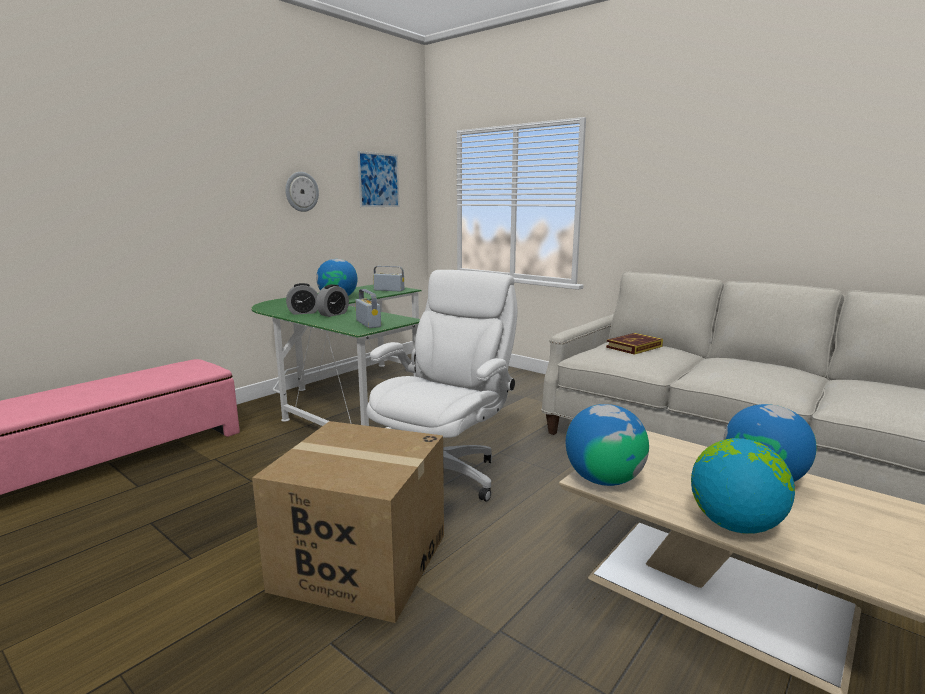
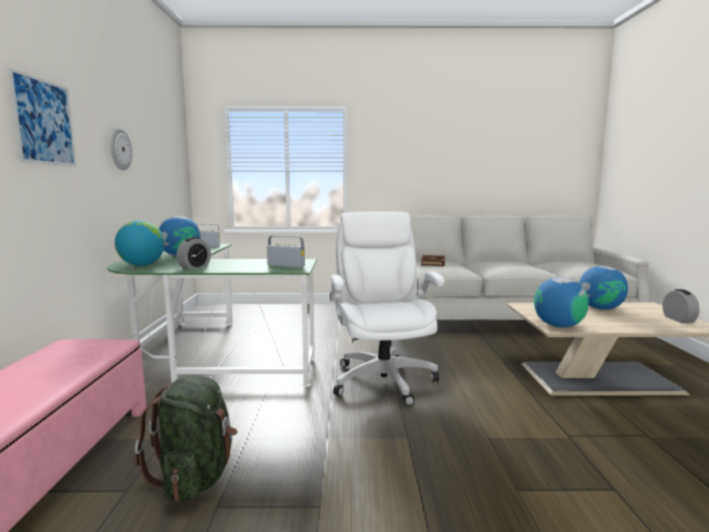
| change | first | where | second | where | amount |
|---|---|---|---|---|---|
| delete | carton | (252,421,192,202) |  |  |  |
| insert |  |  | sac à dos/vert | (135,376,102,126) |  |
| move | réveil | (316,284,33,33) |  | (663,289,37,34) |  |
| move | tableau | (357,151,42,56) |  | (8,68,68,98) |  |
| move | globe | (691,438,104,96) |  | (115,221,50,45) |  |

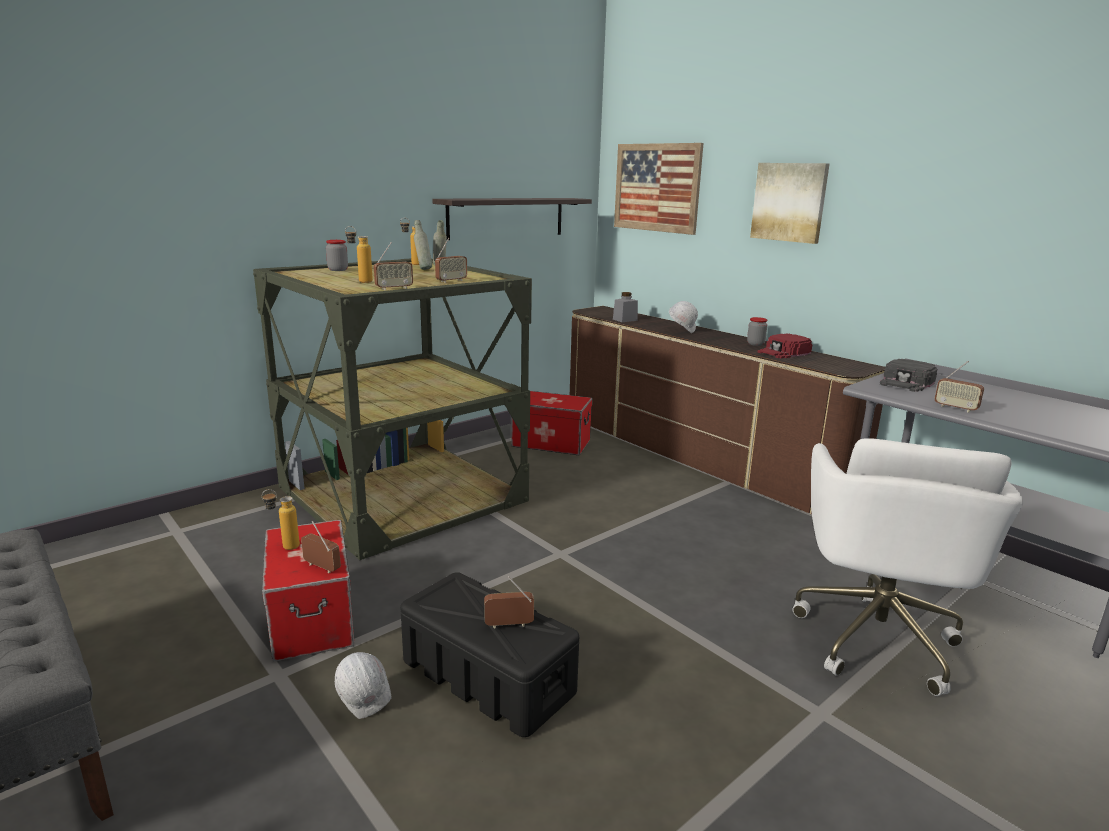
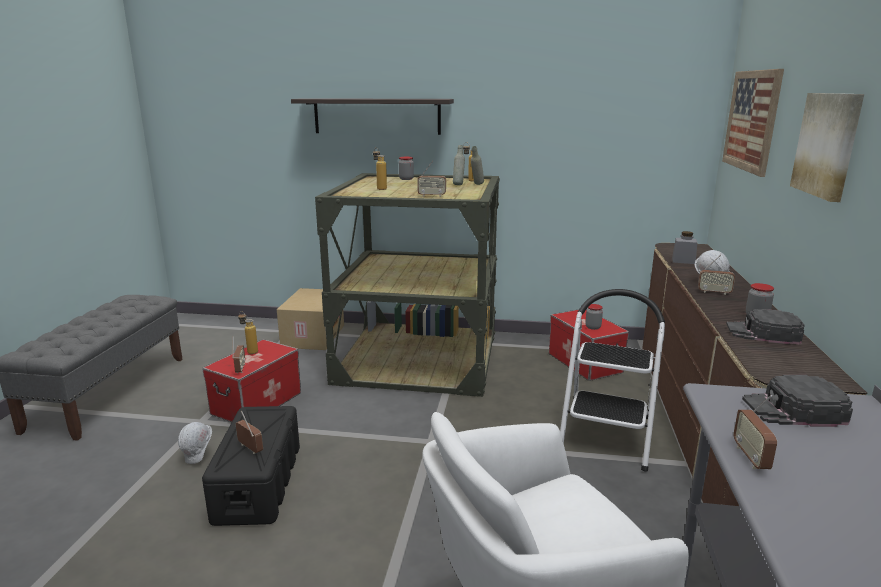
| change | first | where | second | where | amount |
|---|---|---|---|---|---|
| insert |  |  | carton | (277,288,67,62) |  |
| insert |  |  | escabeau | (560,289,105,182) |  |
| insert |  |  | bocal | (585,304,18,26) |  |
| move | radio | (374,242,39,48) |  | (698,255,37,40) |  |
| move | étagère | (432,198,160,42) |  | (291,98,163,37) |  |
| recolor | casquette/rouge | (758,333,54,25) | casquette/noir | (726,309,79,35) |  |

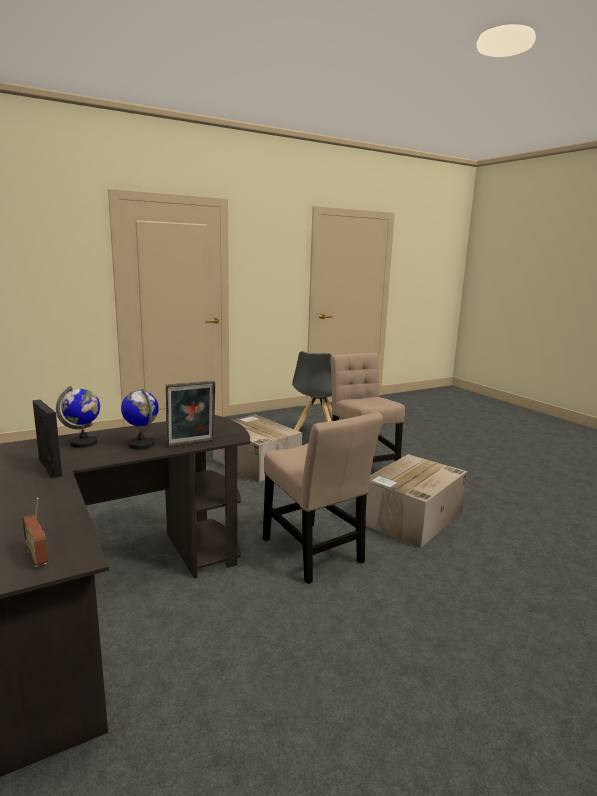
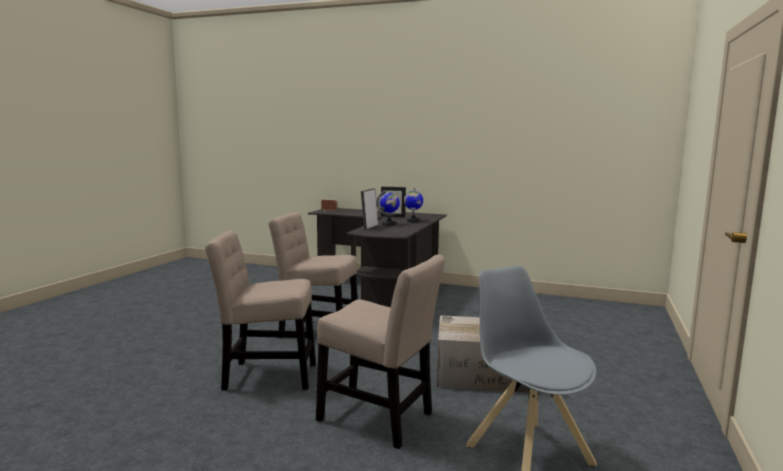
| change | first | where | second | where | amount |
|---|---|---|---|---|---|
| replace | carton | (365,454,102,94) | chaise/beige | (205,230,111,160) |  |

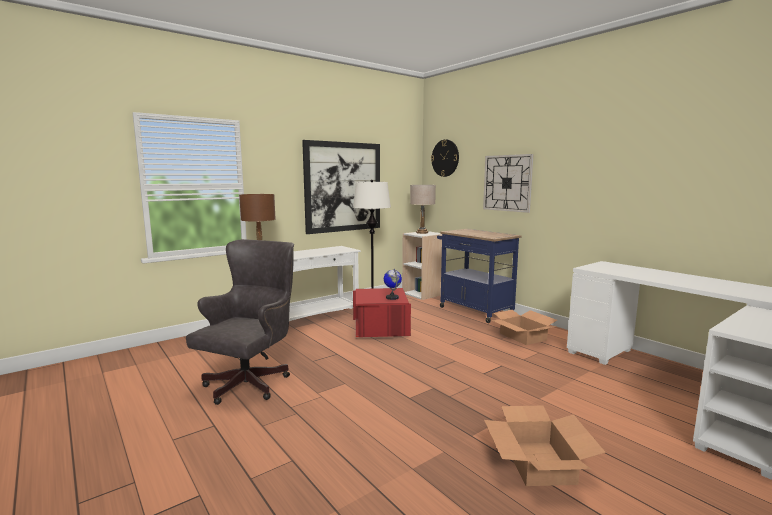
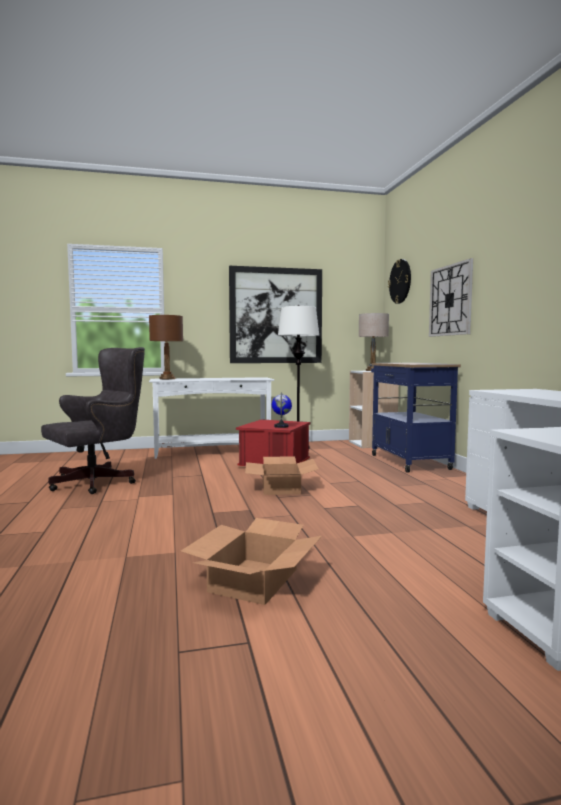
| change | first | where | second | where | amount |
|---|---|---|---|---|---|
| move | carton | (491,310,66,35) |  | (245,456,74,39) |  |

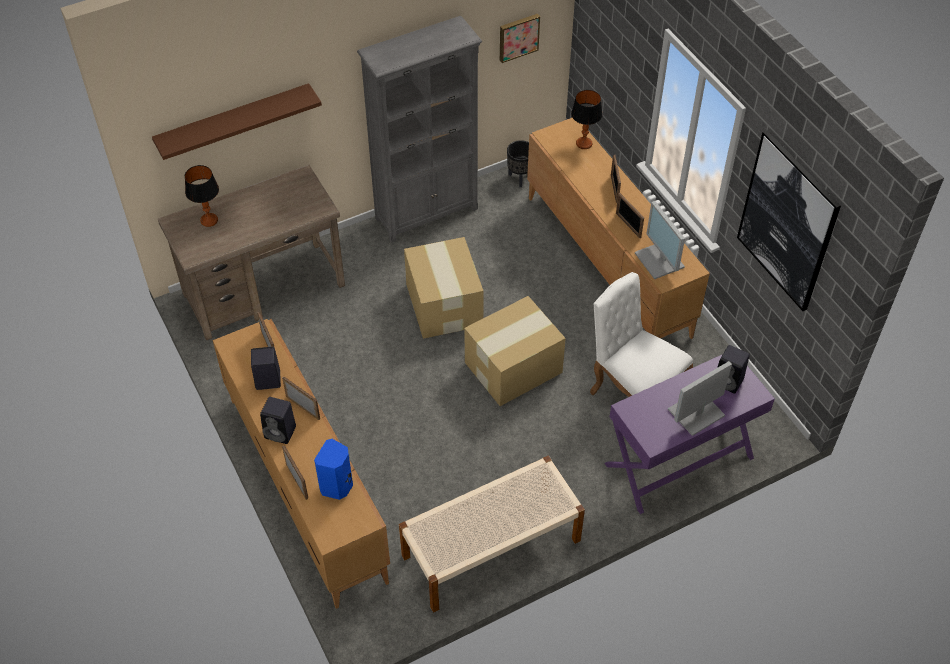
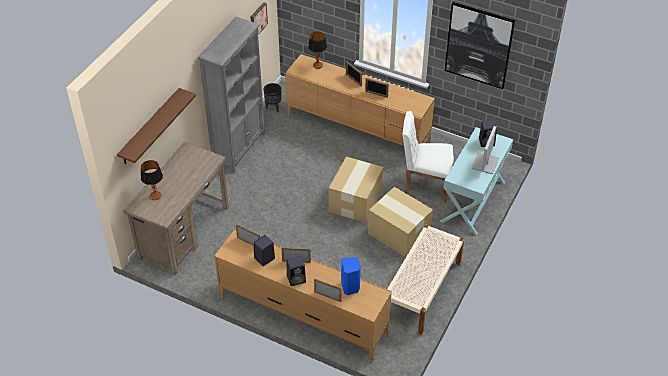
| change | first | where | second | where | amount |
|---|---|---|---|---|---|
| delete | écran d'ordinateur | (635,201,50,78) |  |  |  |
| move | carton | (404,237,80,102) |  | (368,187,65,70) |  |
| recolor | bureau/violet | (604,354,171,160) | bureau/turquoise | (440,127,73,108) |  |

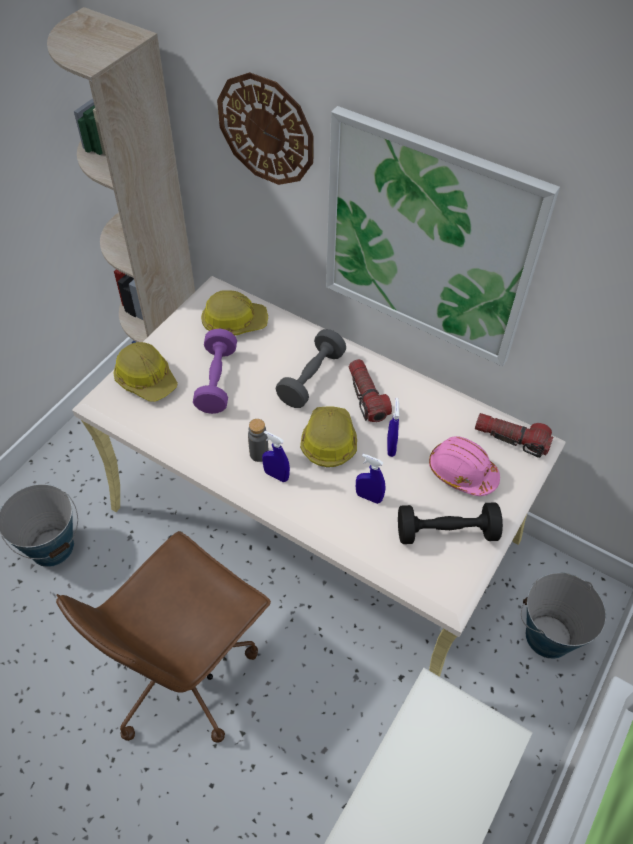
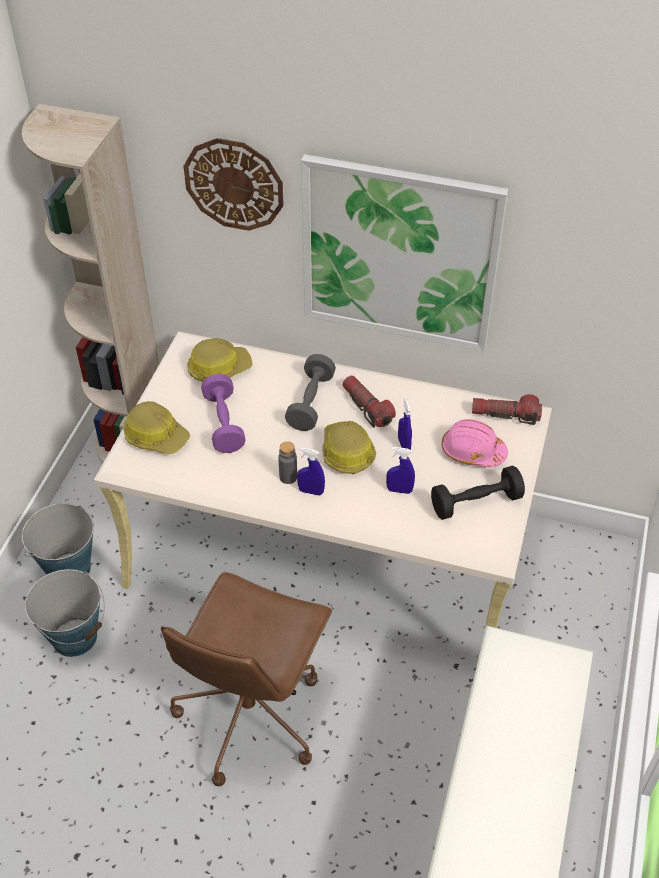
| change | first | where | second | where | amount |
|---|---|---|---|---|---|
| move | seau | (521,572,85,87) |  | (22,503,72,72) |  |

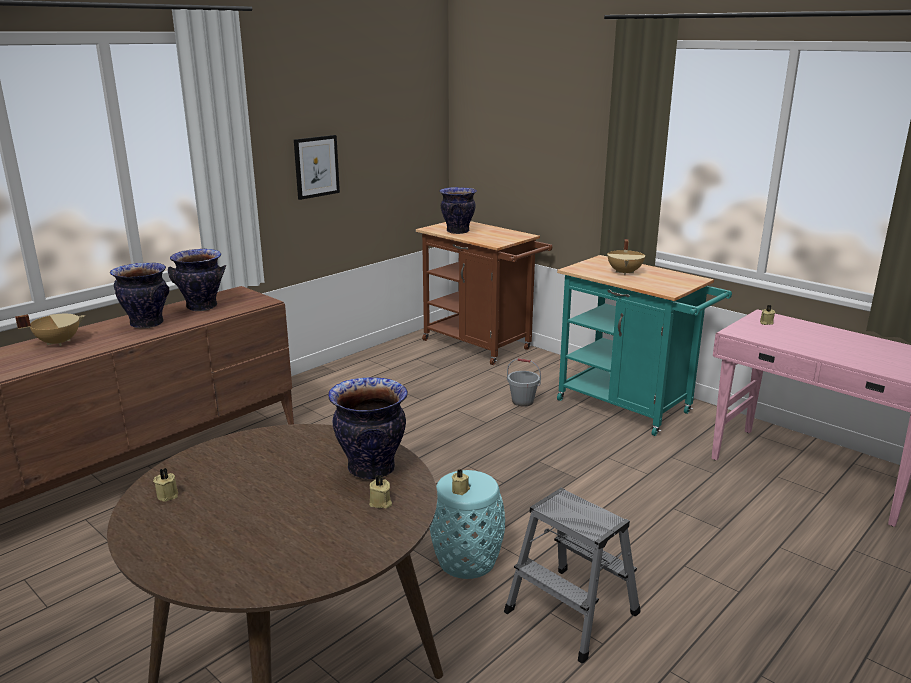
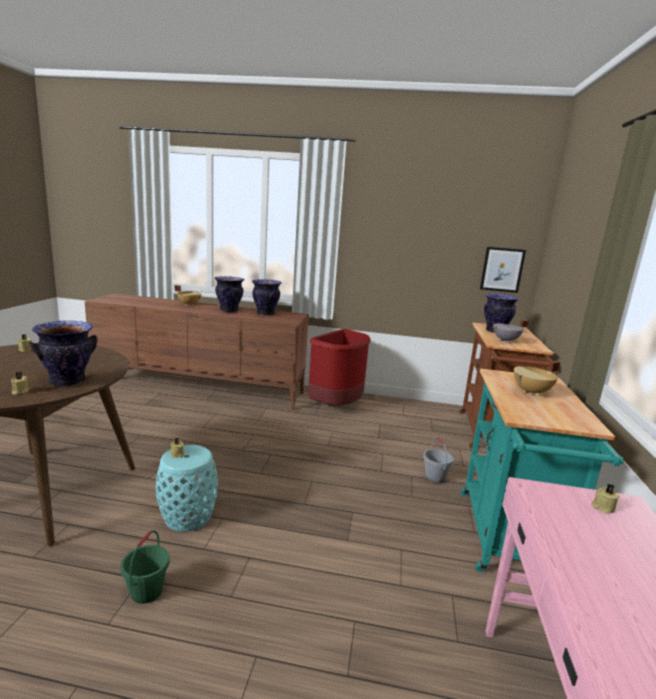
| change | first | where | second | where | amount |
|---|---|---|---|---|---|
| insert |  |  | poubelle/rouge | (308,329,63,76) |  |
| insert |  |  | marmite/gris | (492,320,37,23) |  |
| move | tableau | (294,135,46,65) |  | (480,247,46,46) |  |
| replace | escabeau/gris | (504,487,137,176) | seau/vert | (120,530,50,74) |  |

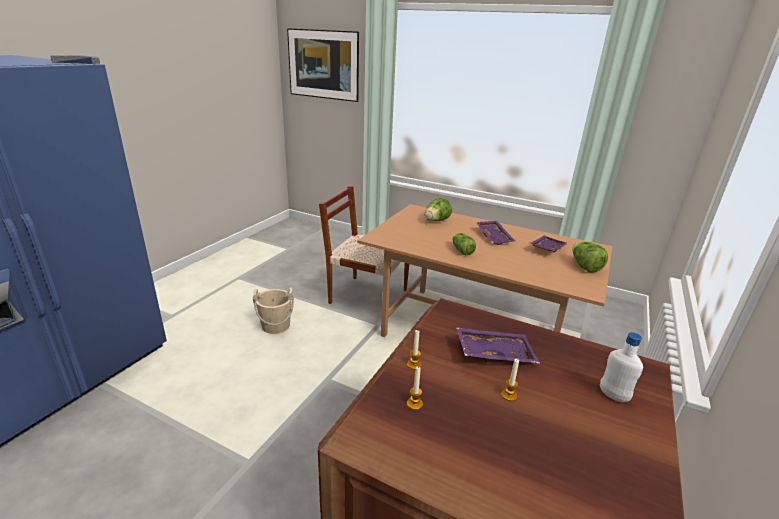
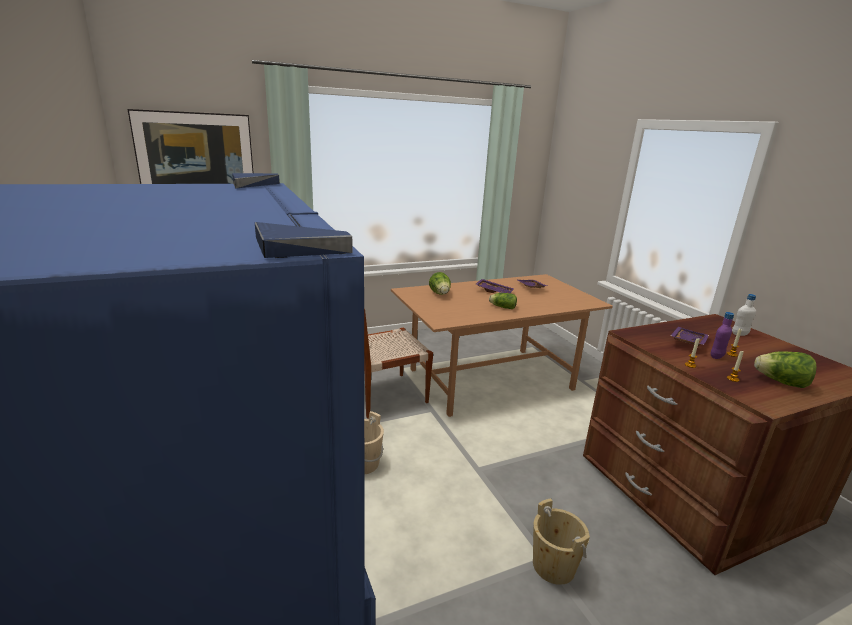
| change | first | where | second | where | amount |
|---|---|---|---|---|---|
| insert |  |  | seau/beige | (533,499,57,86) |  |
| insert |  |  | bouteille/violet | (711,312,23,47) |  |
| move | laitue | (572,242,36,31) |  | (754,351,62,37) |  |

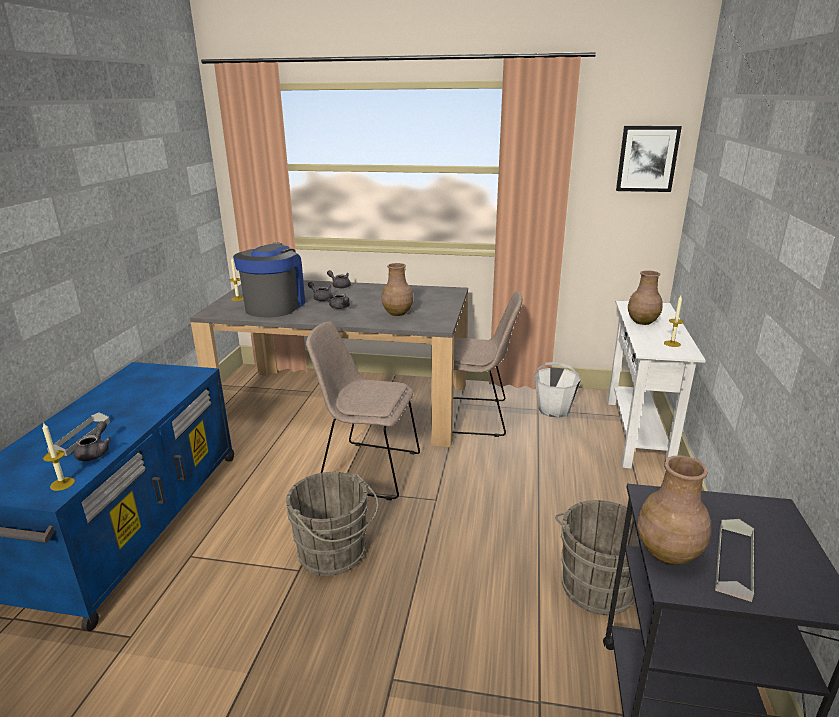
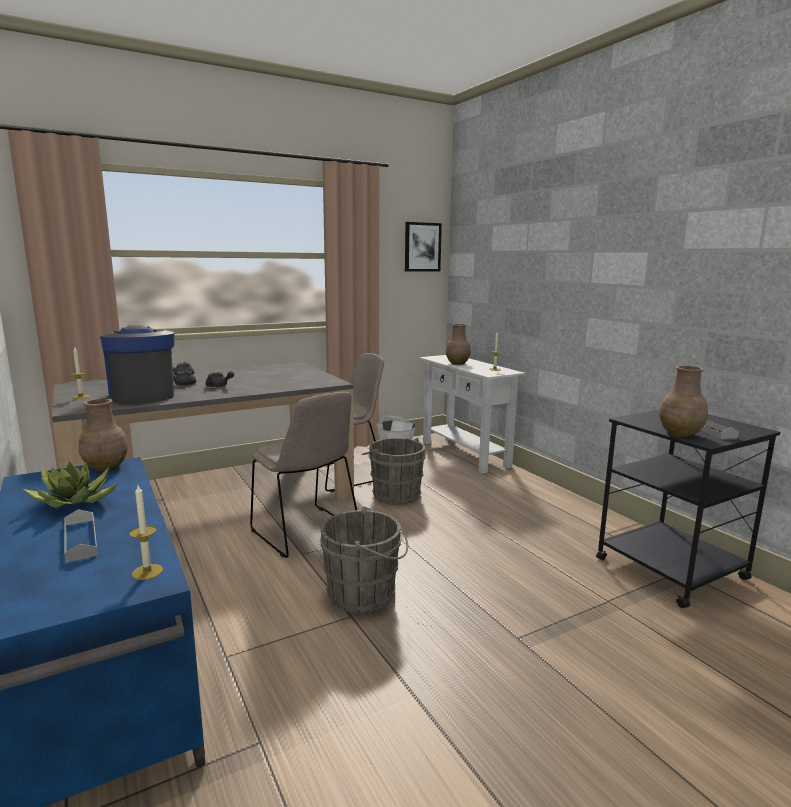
| change | first | where | second | where | amount |
|---|---|---|---|---|---|
| delete | théière/gris | (74,421,37,40) |  |  |  |
| insert |  |  | plante en pot | (24,460,94,49) |  |
| move | vase/marron | (381,263,32,53) |  | (79,399,49,72) |  |
| move | seau/gris | (555,500,85,115) |  | (362,438,64,66) |  |
| rotate | chaise/beige | (306,322,114,178) |  | (250,392,107,166) | 105 degrees counterclockwise |

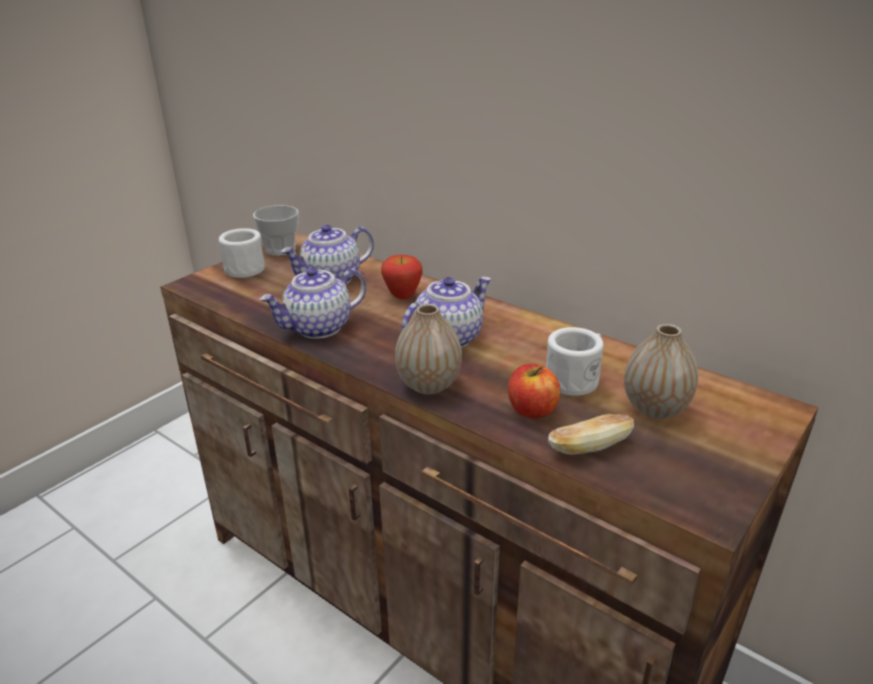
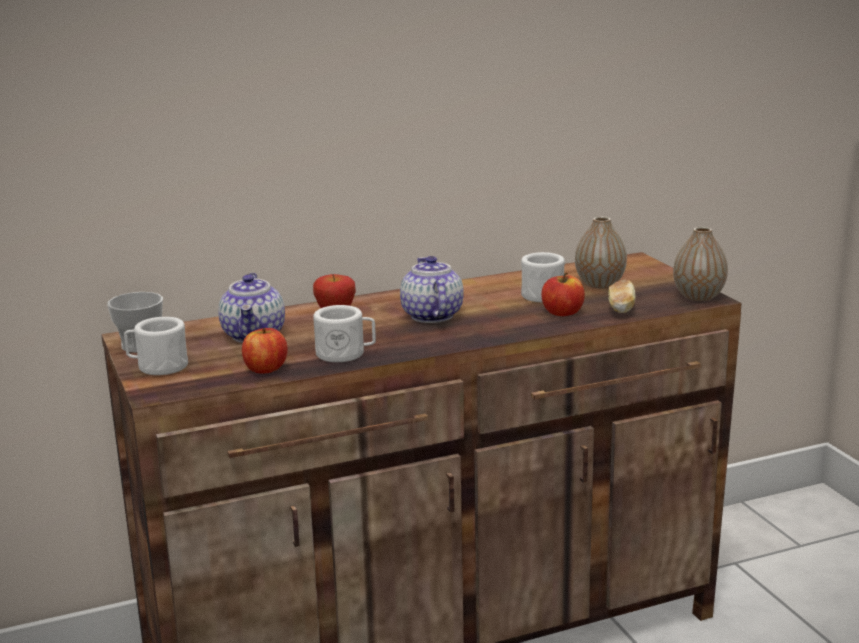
| change | first | where | second | where | amount |
|---|---|---|---|---|---|
| insert |  |  | pomme | (242,328,46,46) |  |
| move | vase | (395,304,67,90) |  | (673,227,55,74) |  |
| replace | théière | (259,267,107,72) | mug/blanc | (313,305,63,57) |  |

